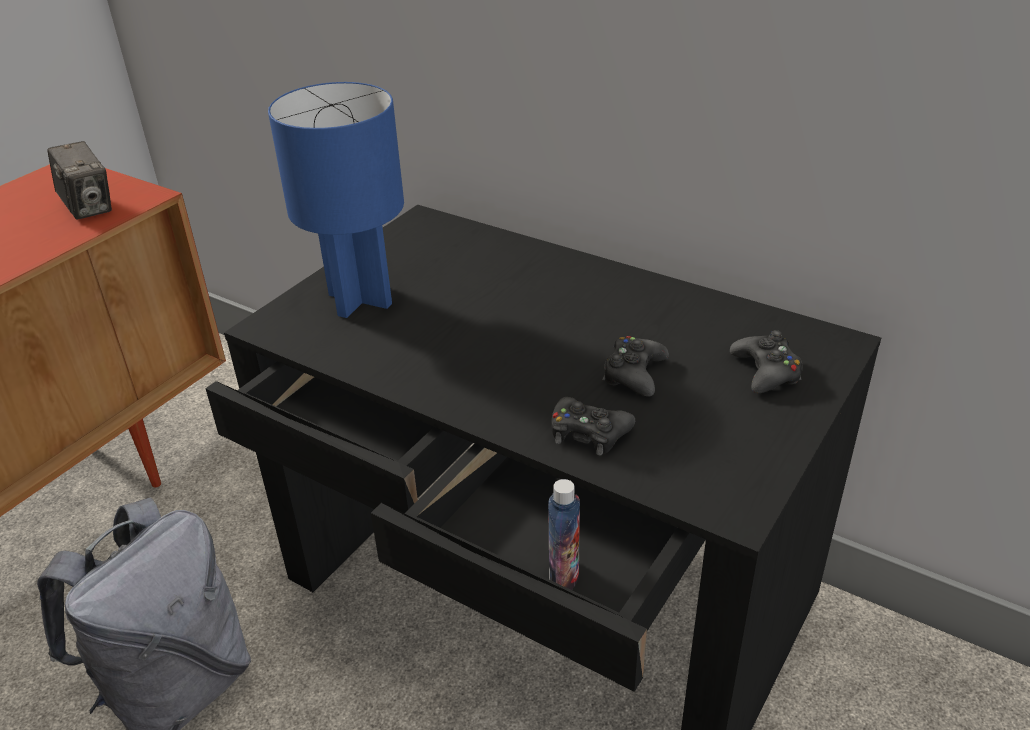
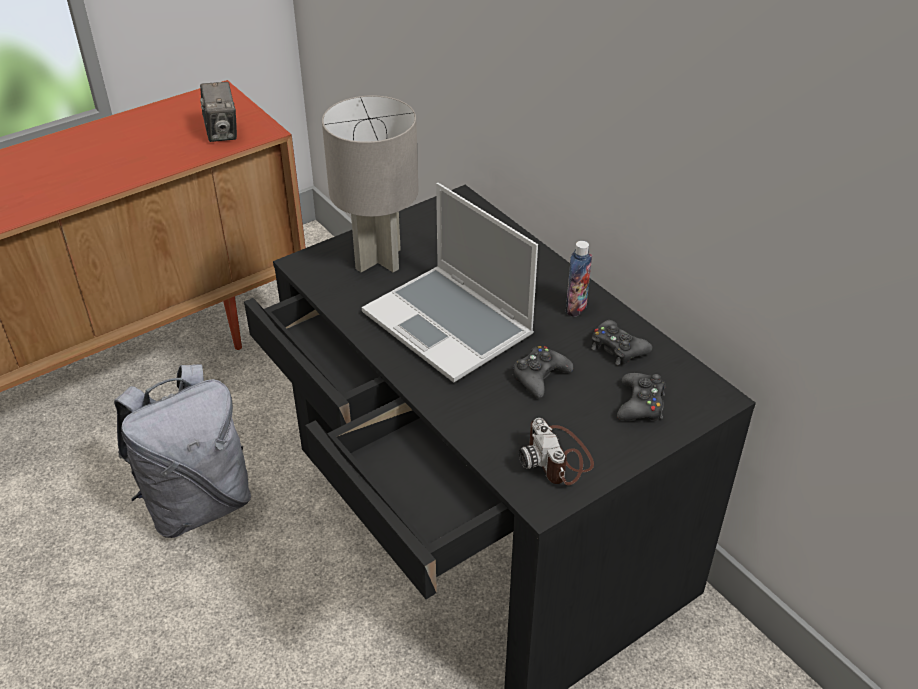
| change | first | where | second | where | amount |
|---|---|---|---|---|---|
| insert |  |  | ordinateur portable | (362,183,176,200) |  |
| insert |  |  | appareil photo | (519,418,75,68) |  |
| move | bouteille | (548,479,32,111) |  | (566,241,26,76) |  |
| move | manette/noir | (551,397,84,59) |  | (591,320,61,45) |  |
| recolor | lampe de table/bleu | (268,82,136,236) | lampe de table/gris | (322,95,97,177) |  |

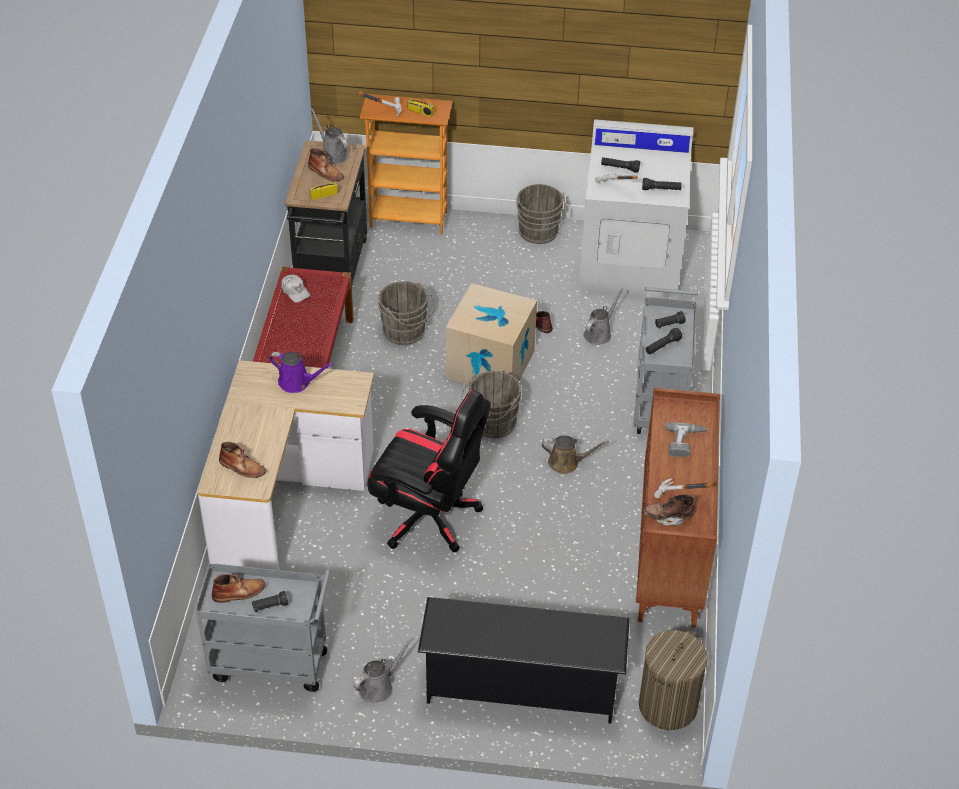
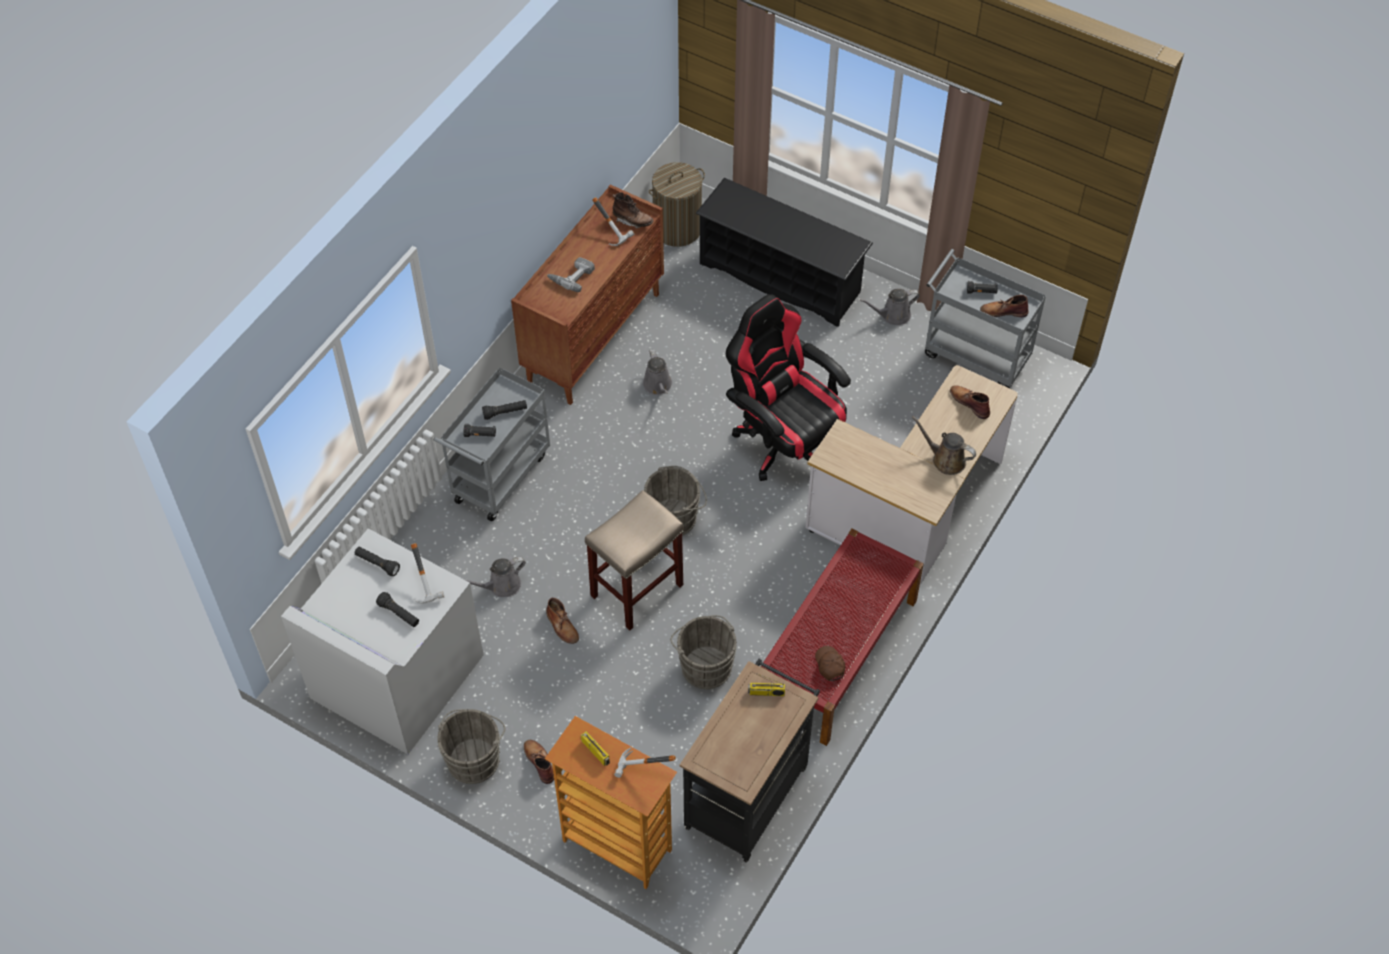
| change | first | where | second | where | amount |
|---|---|---|---|---|---|
| delete | arrosoir/violet | (269,352,65,41) |  |  |  |
| move | botte/marron | (308,148,36,33) |  | (524,740,30,44) |  |
| move | arrosoir/gris | (311,108,38,56) |  | (643,349,29,46) |  |
| move | arrosoir/marron | (541,435,68,39) |  | (912,416,64,59) |  |
| replace | carton | (446,283,91,102) | tabouret/beige | (585,490,99,140) |  |
| recolor | casquette/blanc | (281,274,29,29) | casquette/marron | (815,646,30,35) |  |

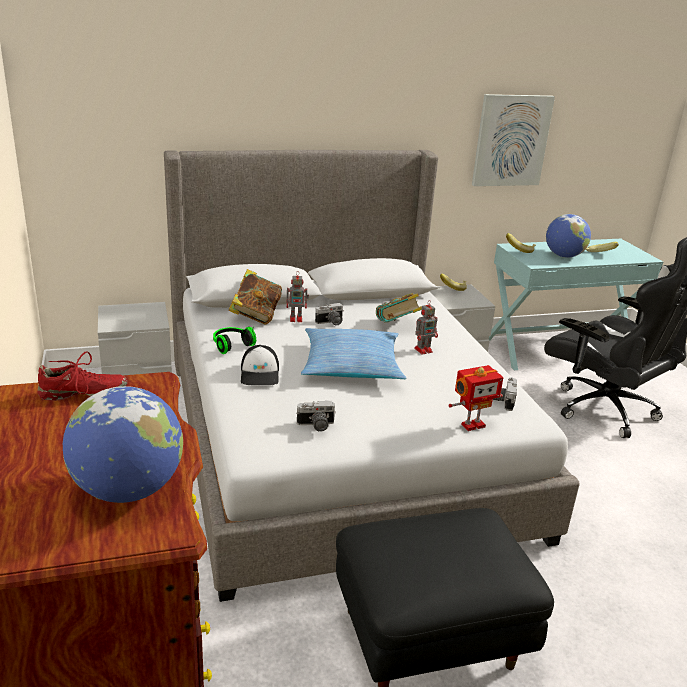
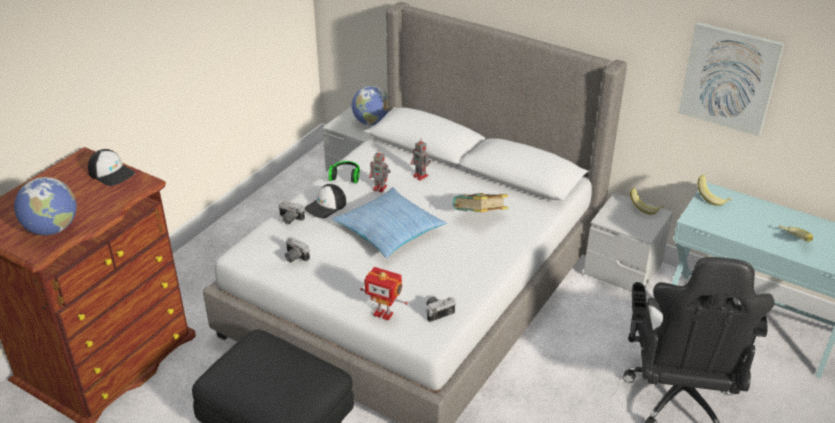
| change | first | where | second | where | amount |
|---|---|---|---|---|---|
| delete | livre | (228,269,54,55) |  |  |  |
| move | appareil photo | (315,303,29,23) |  | (279,201,26,23) |  |
| move | robot jouet | (414,300,24,55) |  | (369,150,22,42) |  |
| move | globe | (546,214,45,44) |  | (352,86,36,40) |  |
| replace | chaussure/rouge | (37,352,90,49) | casquette | (88,149,47,37) |  |

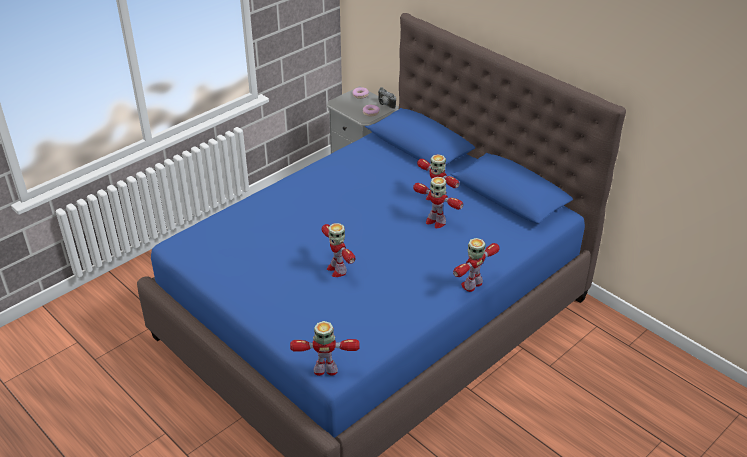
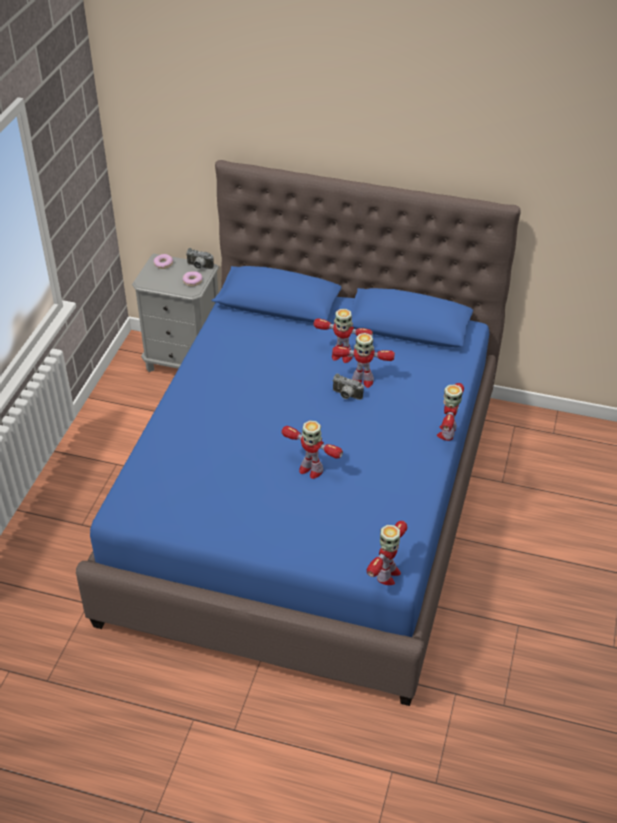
| change | first | where | second | where | amount |
|---|---|---|---|---|---|
| insert |  |  | appareil photo | (332,374,32,26) |  |
| rotate | robot jouet | (290,321,70,55) |  | (367,521,40,64) | 150 degrees clockwise |

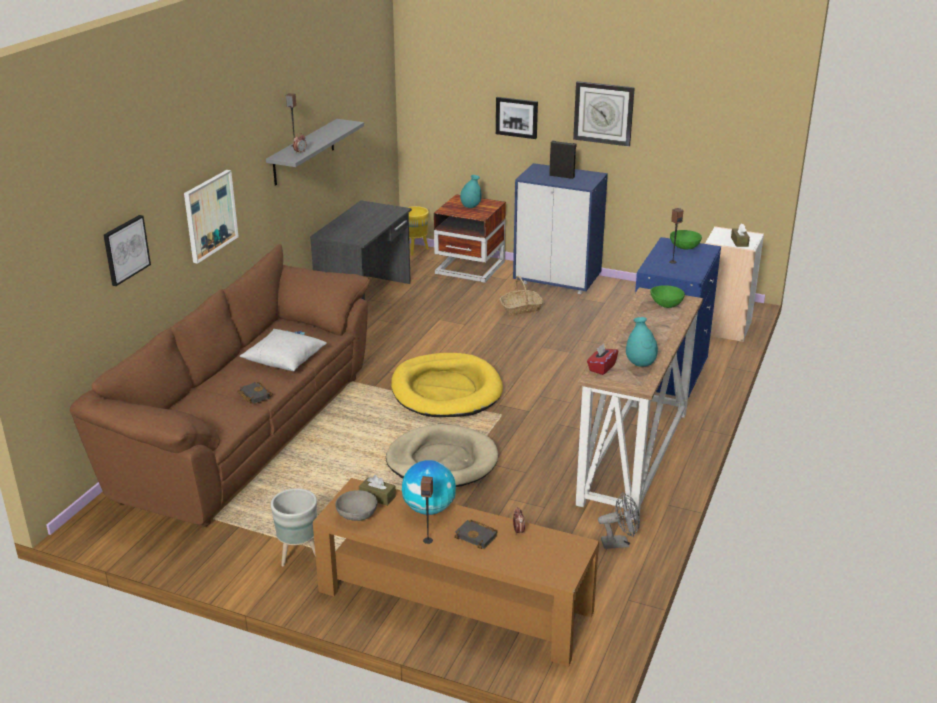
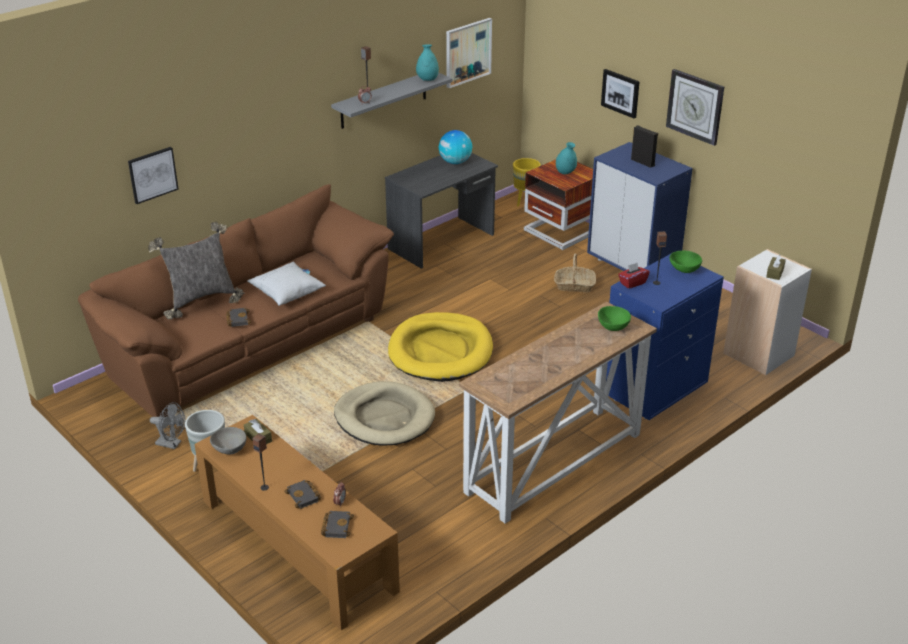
| change | first | where | second | where | amount |
|---|---|---|---|---|---|
| insert |  |  | coussin | (148,221,96,99) |  |
| insert |  |  | livre/noir | (321,511,33,27) |  |
| move | tableau | (184,170,55,94) |  | (446,18,46,70) |  |
| move | globe | (402,460,54,55) |  | (439,130,33,34) |  |
| move | boîte à mouchoirs/rouge | (587,343,31,32) |  | (618,262,32,27) |  |
| move | ventilateur/gris | (598,492,42,57) |  | (150,402,35,47) |  |
| move | vase/turquoise | (626,317,32,50) |  | (416,44,23,37) |  |

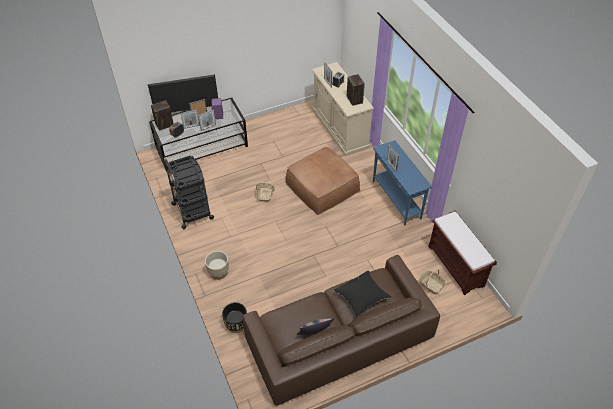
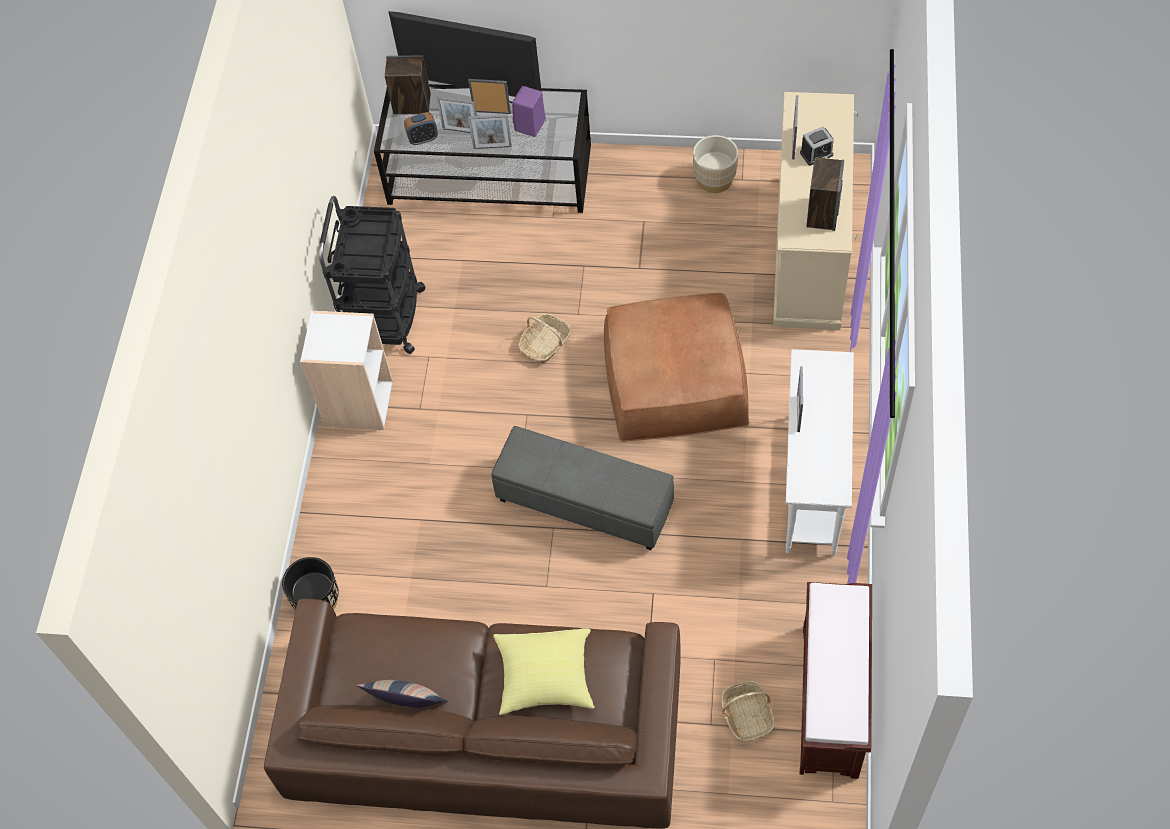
| change | first | where | second | where | amount |
|---|---|---|---|---|---|
| insert |  |  | bibliothèque | (300,311,93,119) |  |
| insert |  |  | pouf/gris | (491,426,183,124) |  |
| move | cache-pot/beige | (205,251,24,29) |  | (693,135,45,58) |  |
| recolor | coussin/noir | (334,271,57,46) | coussin/jaune | (493,628,102,87) |  |
| recolor | table console/bleu | (373,140,59,86) | table console/blanc | (786,349,68,207) |  |

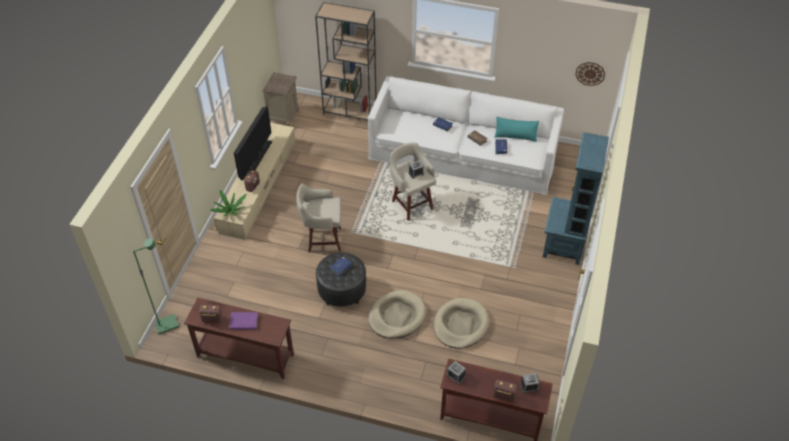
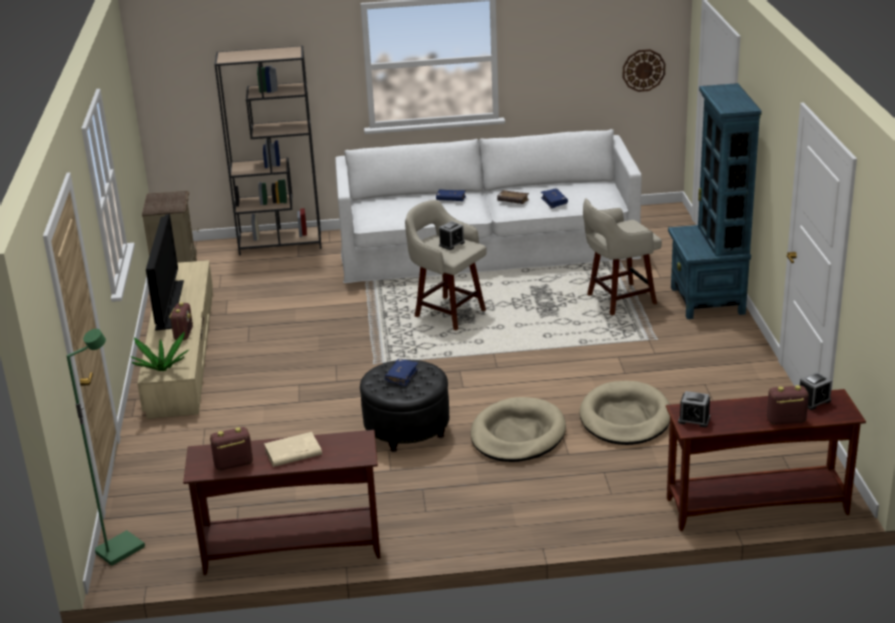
| change | first | where | second | where | amount |
|---|---|---|---|---|---|
| delete | coussin/turquoise | (494,117,45,25) |  |  |  |
| move | tabouret/beige | (296,183,45,69) |  | (583,198,79,117) |  |
| recolor | livre/violet | (229,312,29,17) | livre/beige | (264,432,58,35) |  |

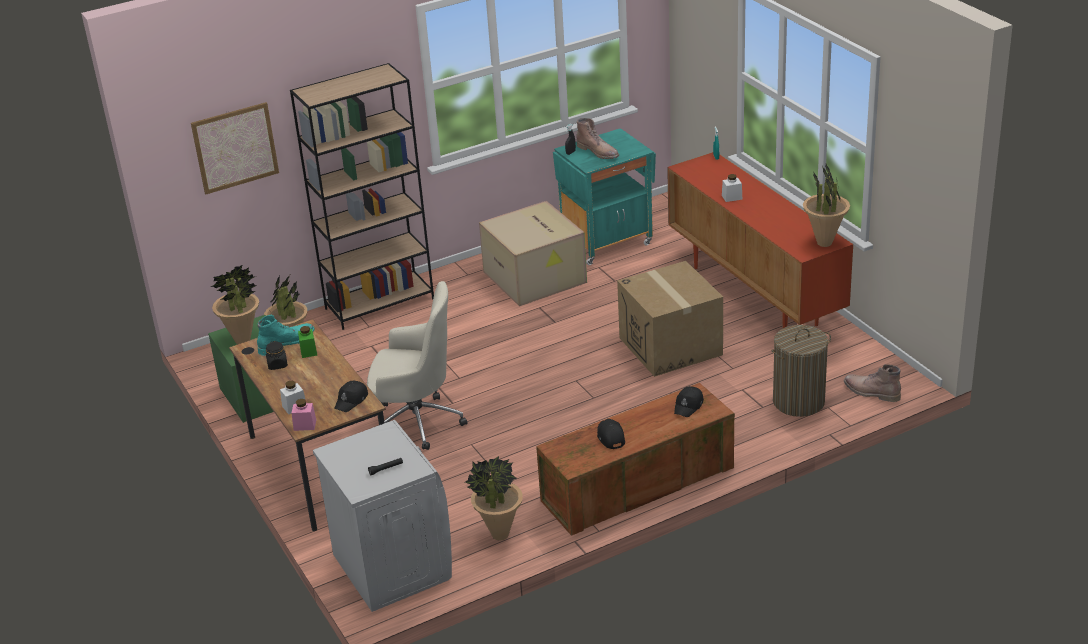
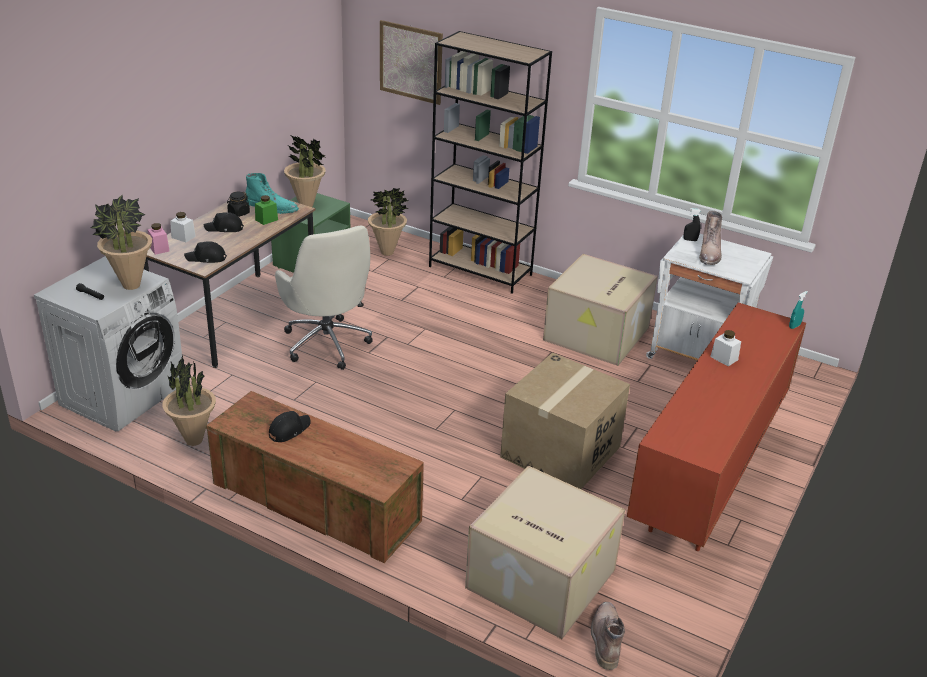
| change | first | where | second | where | amount |
|---|---|---|---|---|---|
| move | casquette/noir | (674,386,30,31) |  | (203,212,41,20) |  |
| move | plante en pot | (803,164,47,83) |  | (90,194,62,96) |  |
| replace | panier à linge | (771,325,60,92) | carton | (465,465,160,174) |  |
| recolor | chariot/turquoise | (553,128,103,137) | chariot/blanc | (646,234,127,126) |  |

